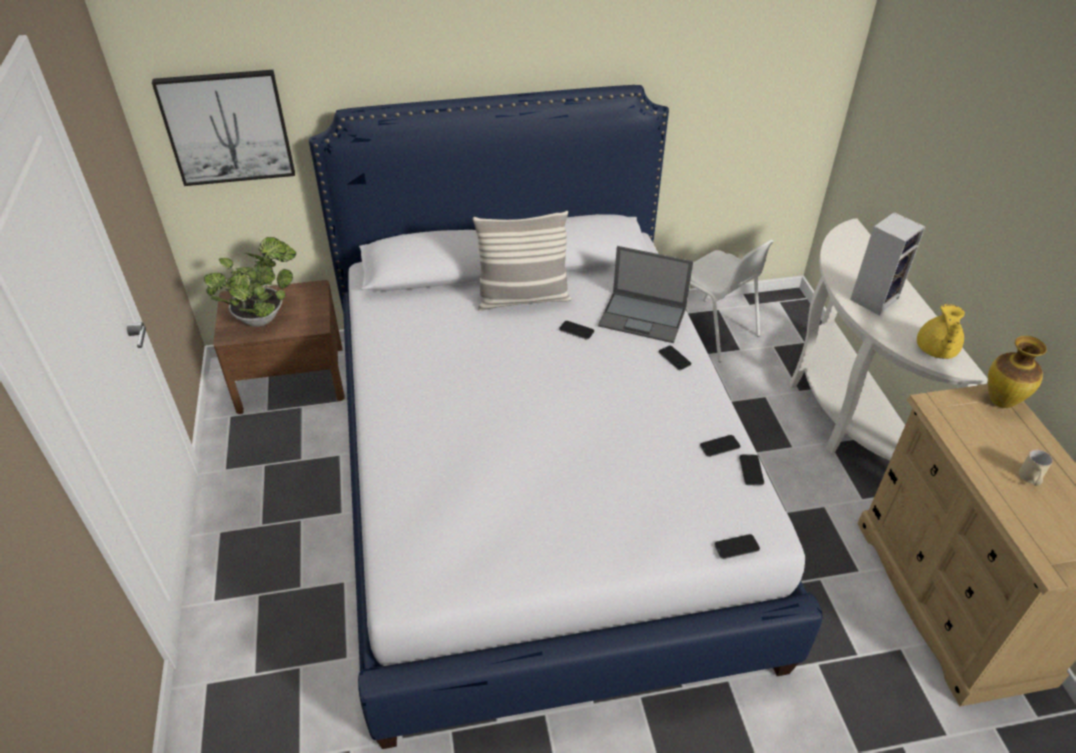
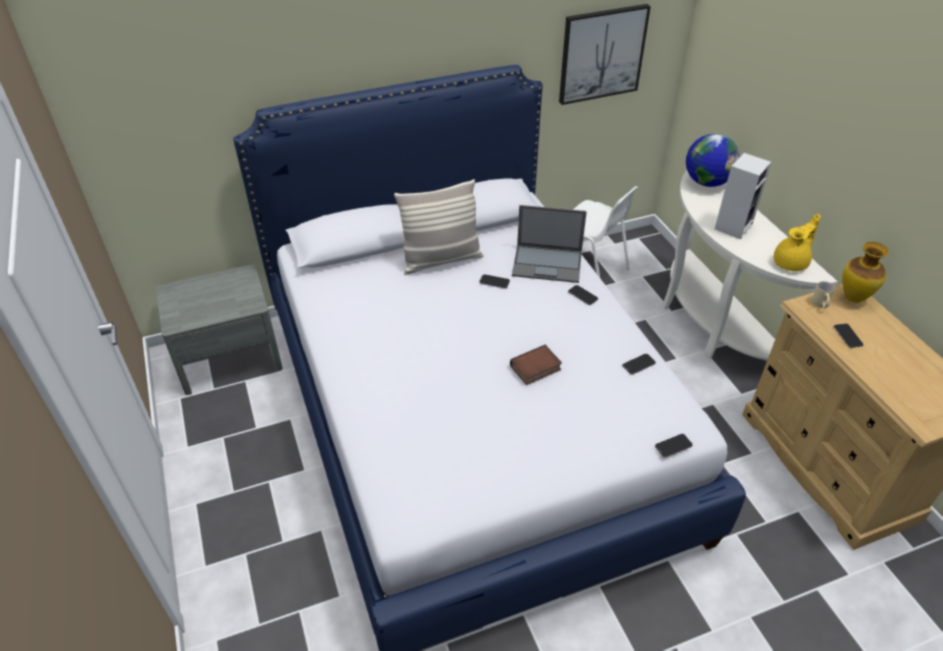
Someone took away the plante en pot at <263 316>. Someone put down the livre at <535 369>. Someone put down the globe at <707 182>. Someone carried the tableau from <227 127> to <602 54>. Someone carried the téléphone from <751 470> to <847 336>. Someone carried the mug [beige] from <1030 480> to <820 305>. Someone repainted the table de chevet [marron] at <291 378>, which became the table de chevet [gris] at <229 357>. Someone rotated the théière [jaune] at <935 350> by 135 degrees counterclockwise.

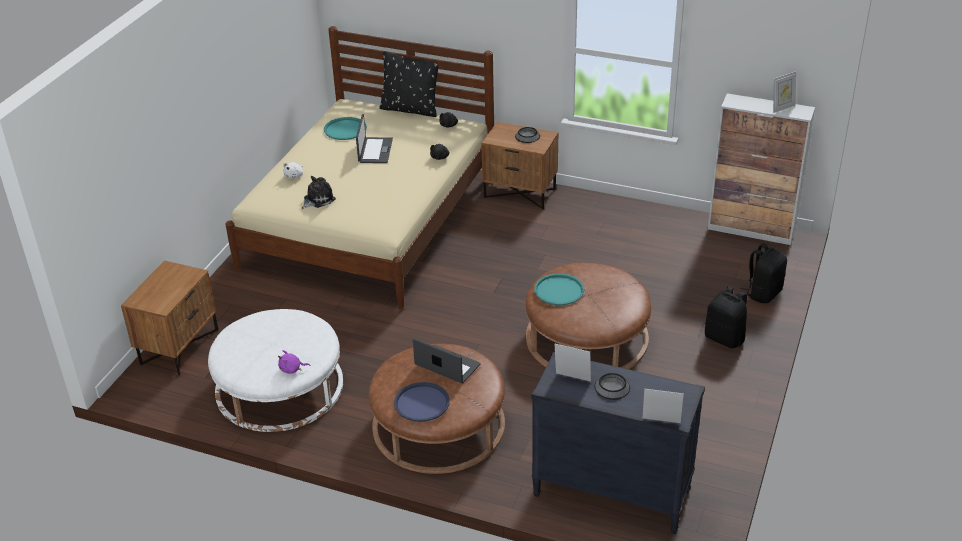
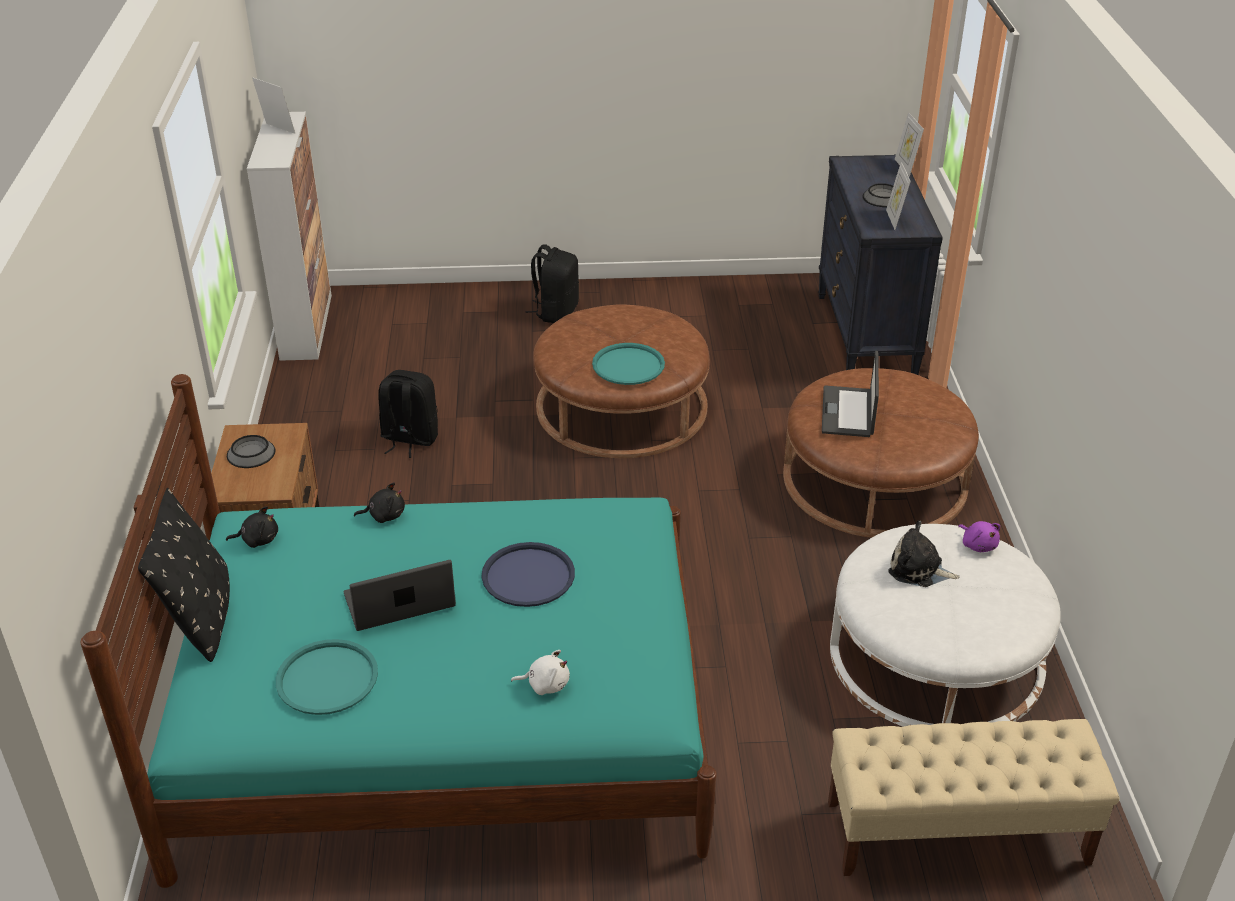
Someone carried the peluche from <317 199> to <919 569>. Someone carried the plateau [bleu] from <422 403> to <528 576>. Someone carried the sac à dos [noir] from <763 293> to <409 439>. Someone swapped the table de chevet [marron] at <179 346> for the banc [beige] at <956 833>. Someone repainted the lit [beige] at <370 221>, which became the lit [turquoise] at <445 720>.

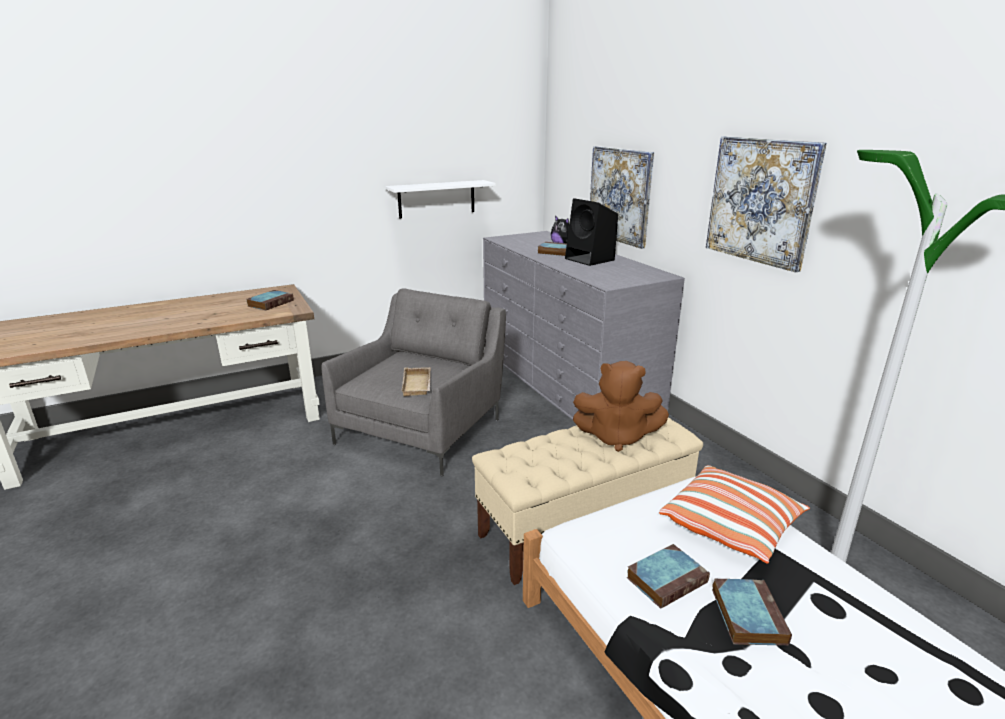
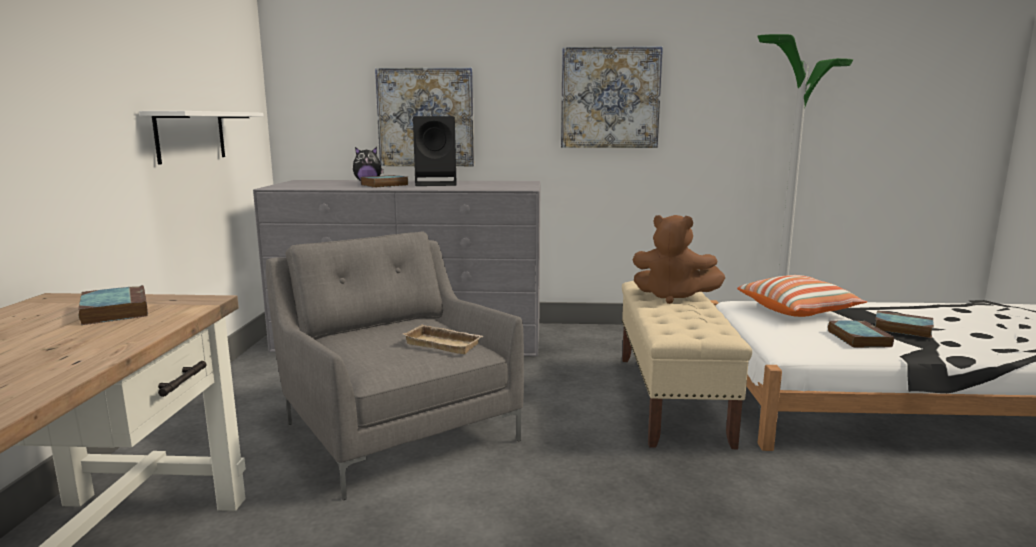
Someone rotated the peluche [marron] at <616 437> by 75 degrees clockwise.

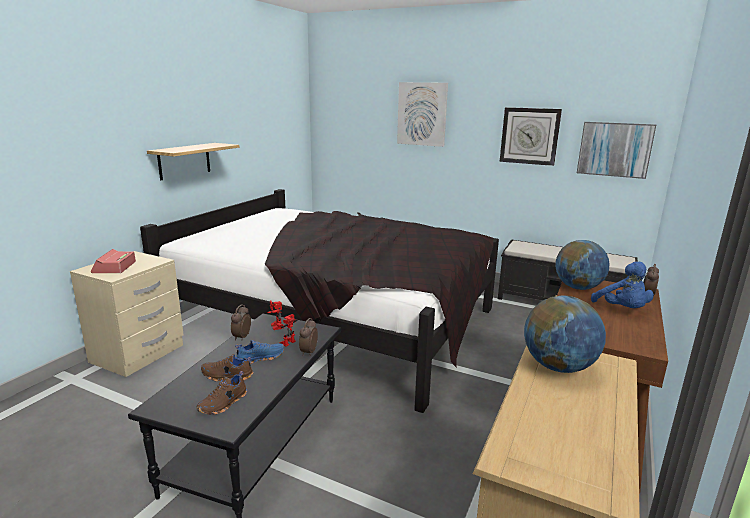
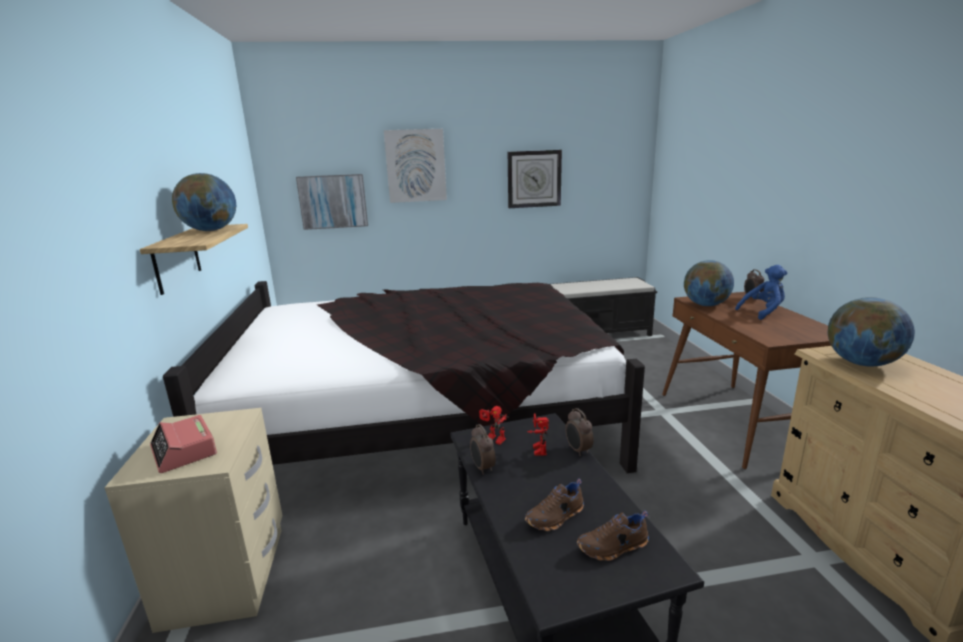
Someone took away the chaussure [bleu] at <260 358>. Someone put down the globe at <210 230>. Someone carried the tableau from <614 149> to <333 201>. Someone rotated the chaussure [marron] at <224 404> by 75 degrees clockwise. Someone rotated the peluche [bleu] at <622 309> by 60 degrees counterclockwise.

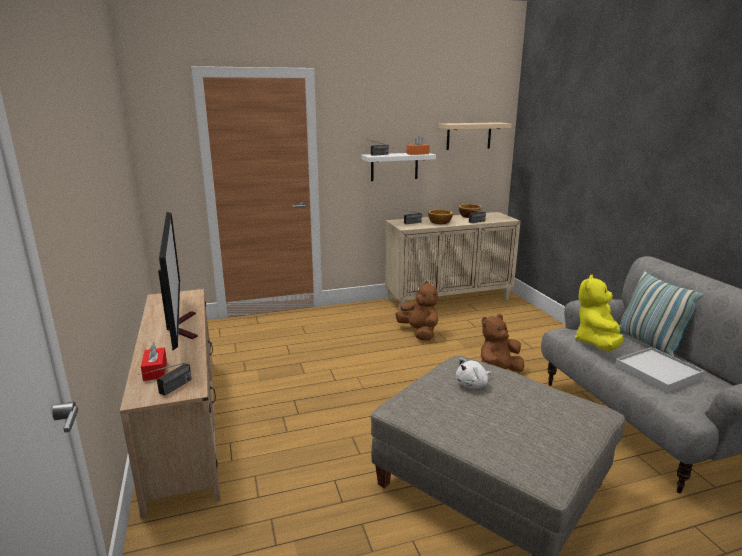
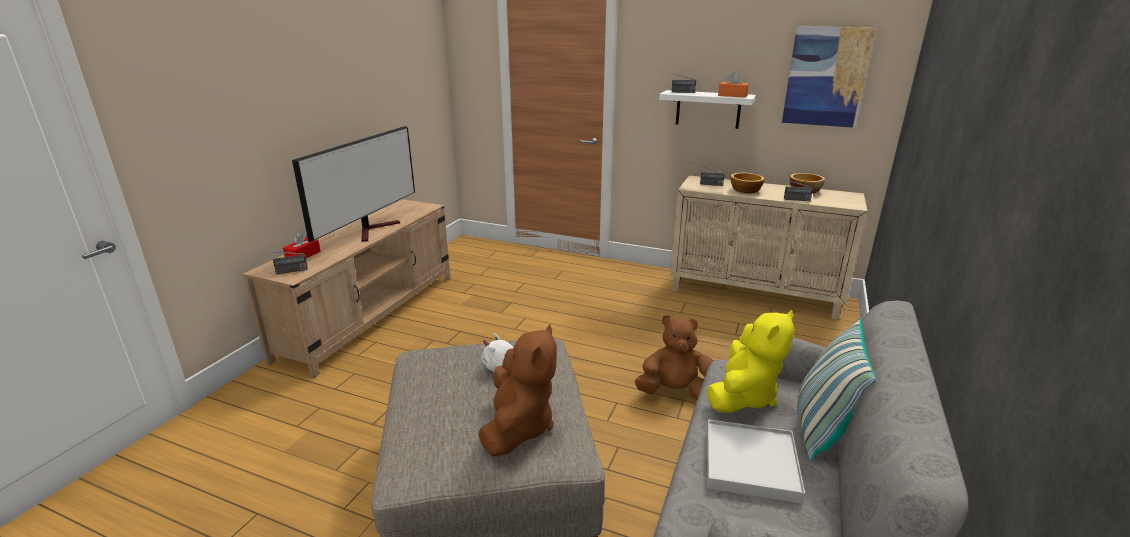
Someone carried the peluche [marron] from <419 332> to <518 427>. Someone swapped the étagère [beige] at <468 136> for the tableau at <826 77>. Someone rotated the peluche [jaune] at <597 343> by 150 degrees clockwise.

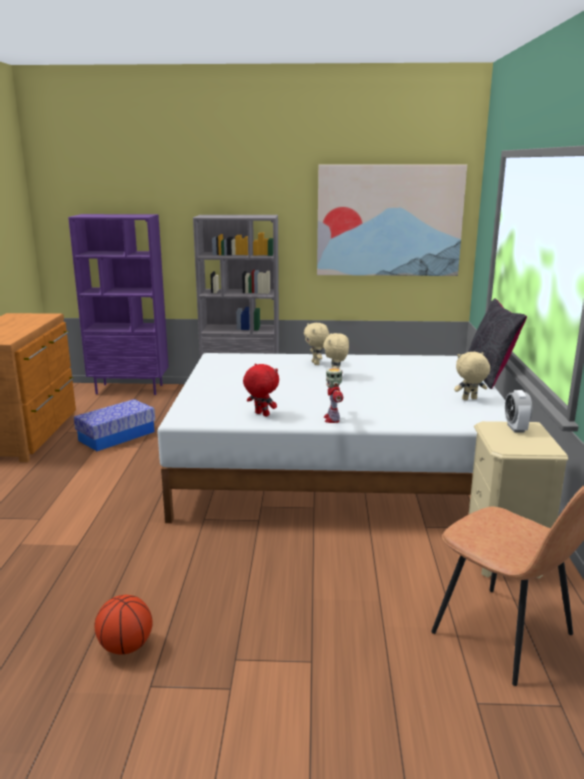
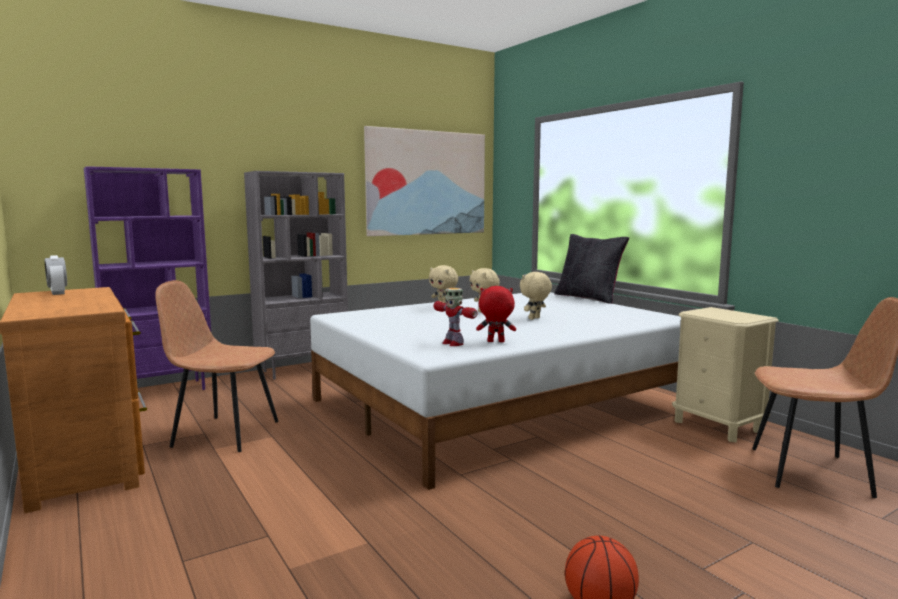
Someone carried the robot jouet from <332 419> to <453 343>. Someone carried the peluche [beige] from <469 399> to <535 318>. Someone carried the réveil from <515 428> to <58 293>. Someone swapped the boîte de rangement at <117 436> for the chaise [marron] at <224 433>.

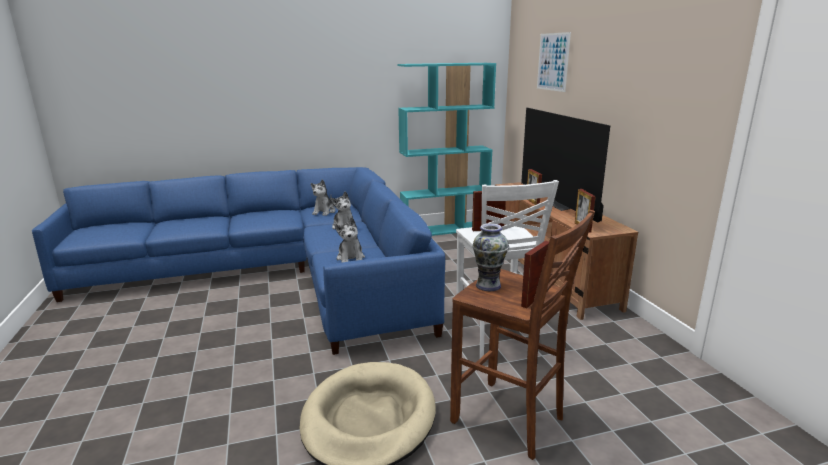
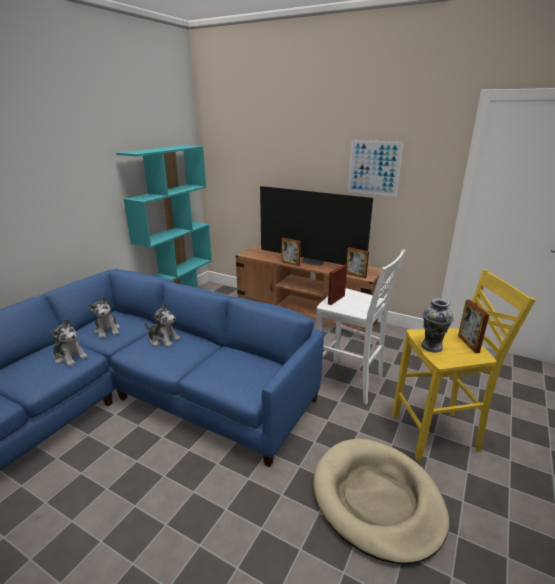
Someone carried the peluche from <351 258> to <70 357>. Someone carried the tableau from <553 62> to <374 168>. Someone repainted the tabouret [marron] at <510 420>, which became the tabouret [jaune] at <437 434>.

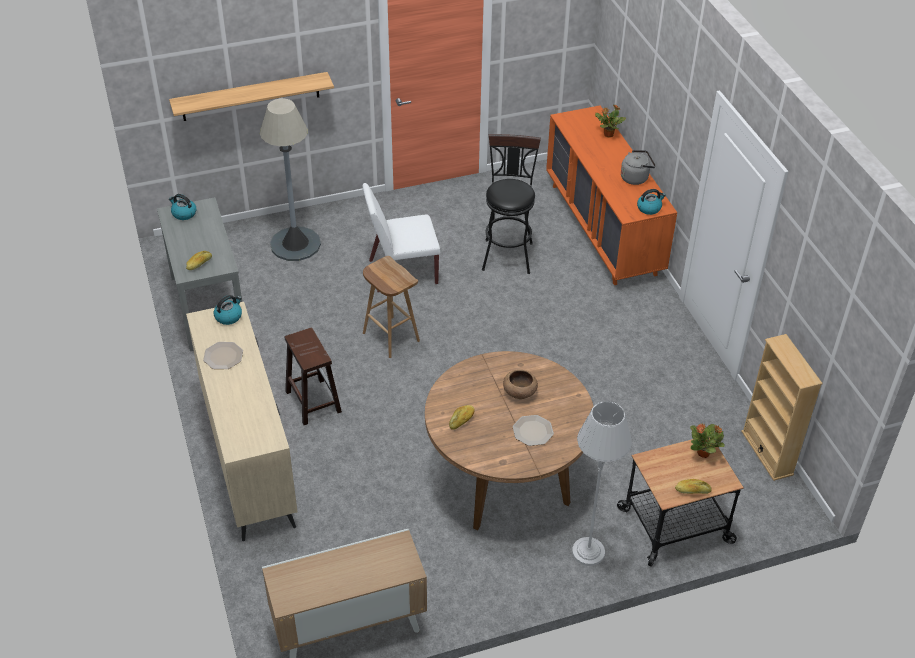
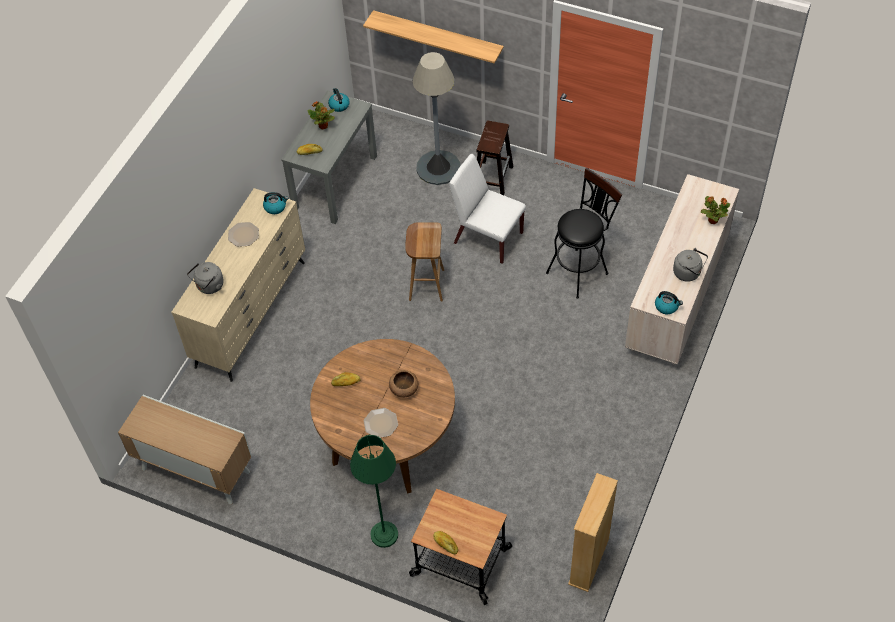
Someone put down the bouilloire [gris] at <209 286>. Someone carried the tabouret [marron] from <312 401> to <493 177>. Someone carried the plante en pot from <704 453> to <323 126>. Someone repainted the commode [orange] at <603 229>, which became the commode [beige] at <677 297>. Someone repainted the lampadaire [gris] at <588 552>, which became the lampadaire [vert] at <384 535>.

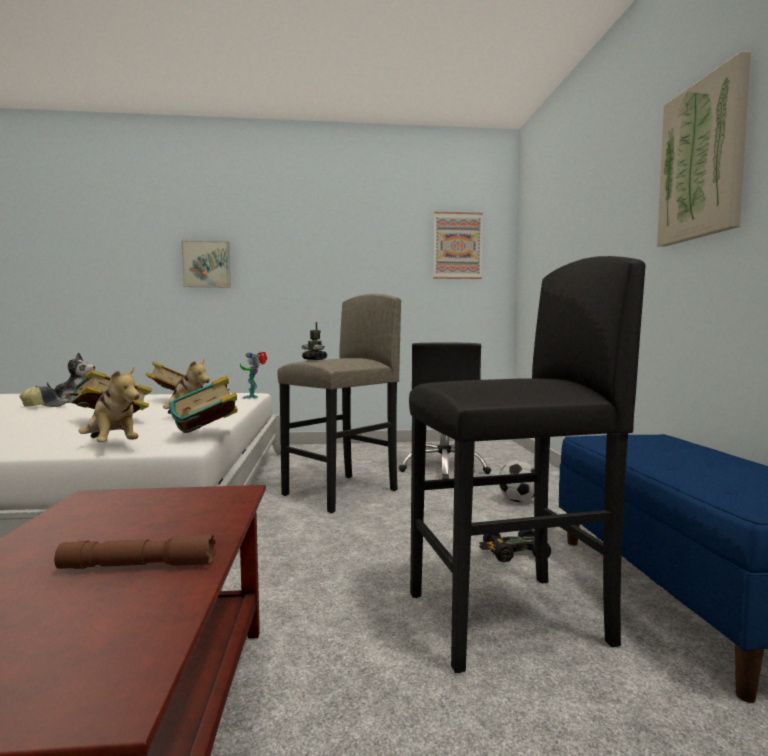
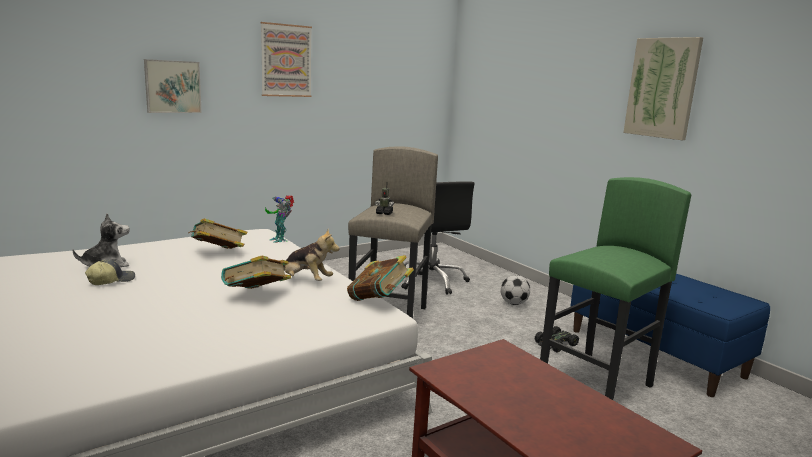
Someone took away the lampe de poche [marron] at <138 566>. Someone took away the peluche at <111 446>. Someone carried the tableau from <457 246> to <286 60>. Someone repainted the tabouret [noir] at <508 619>, which became the tabouret [vert] at <596 386>.

